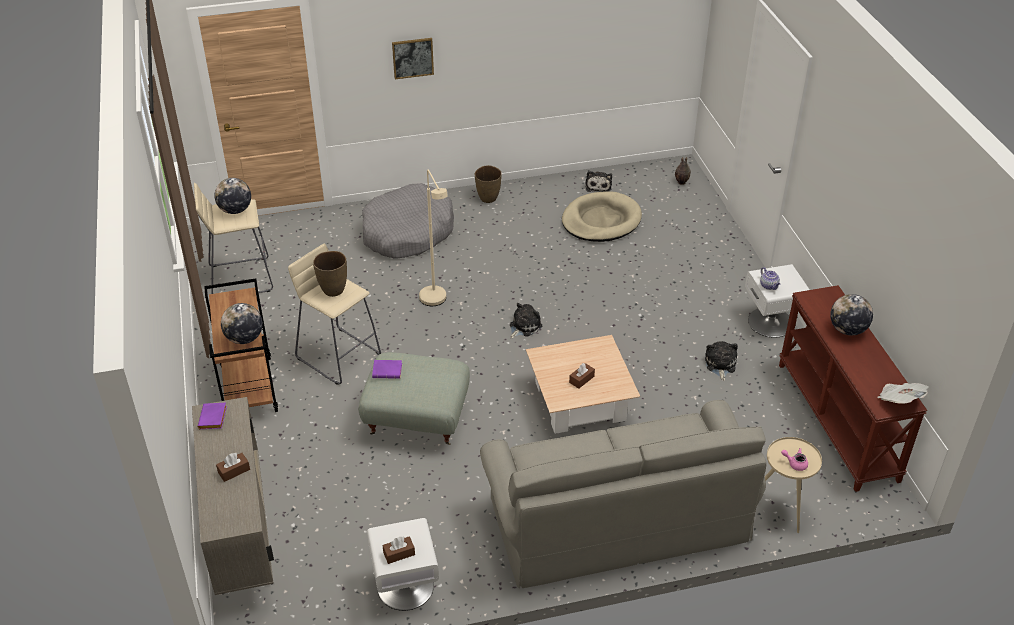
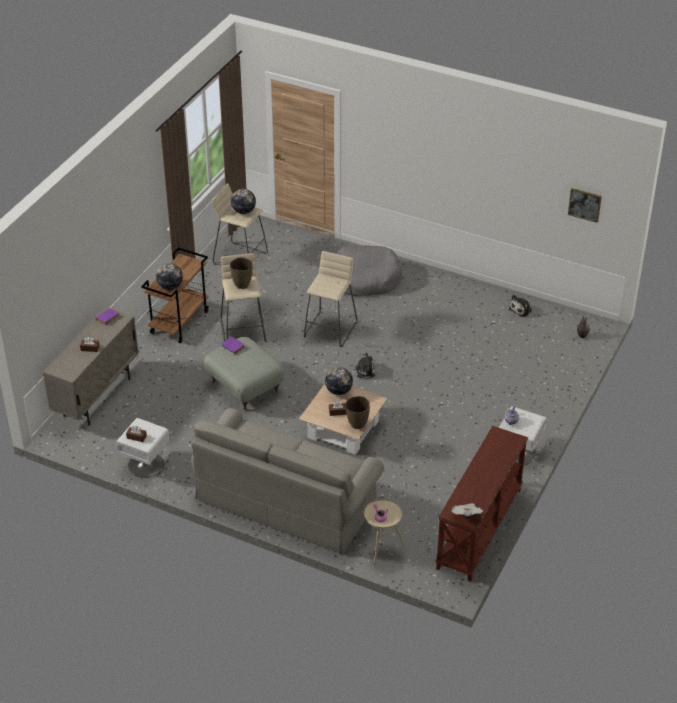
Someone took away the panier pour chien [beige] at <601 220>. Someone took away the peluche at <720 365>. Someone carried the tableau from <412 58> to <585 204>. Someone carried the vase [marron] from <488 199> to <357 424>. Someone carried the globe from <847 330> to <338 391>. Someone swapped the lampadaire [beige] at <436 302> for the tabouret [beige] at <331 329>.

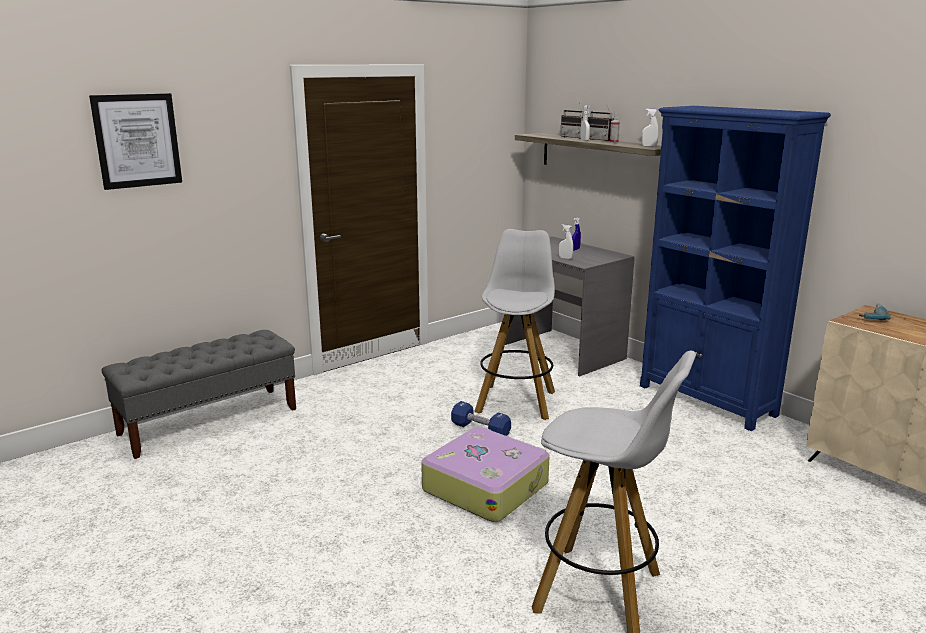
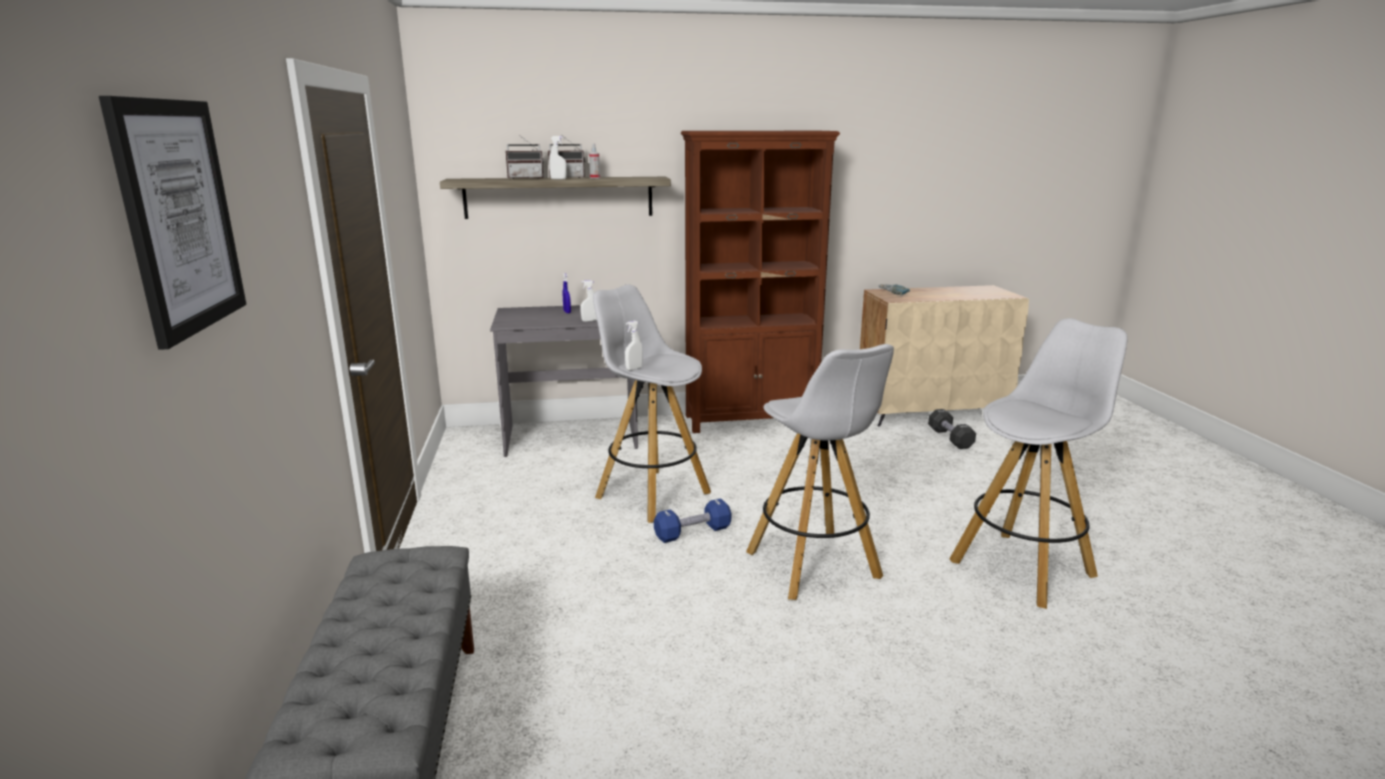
Someone put down the haltère [noir] at <950 438>. Someone carried the vaporisateur [blanc] from <649 146> to <634 368>. Someone swapped the valise at <485 486> for the tabouret [blanc] at <814 566>. Someone repainted the bibliothèque [bleu] at <707 401>, which became the bibliothèque [marron] at <751 420>.

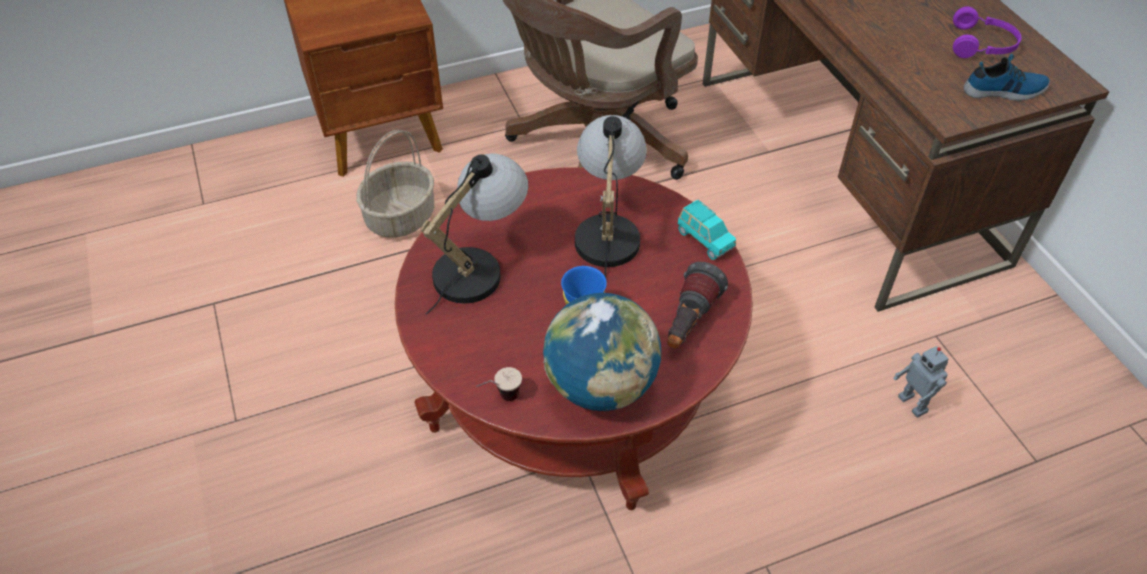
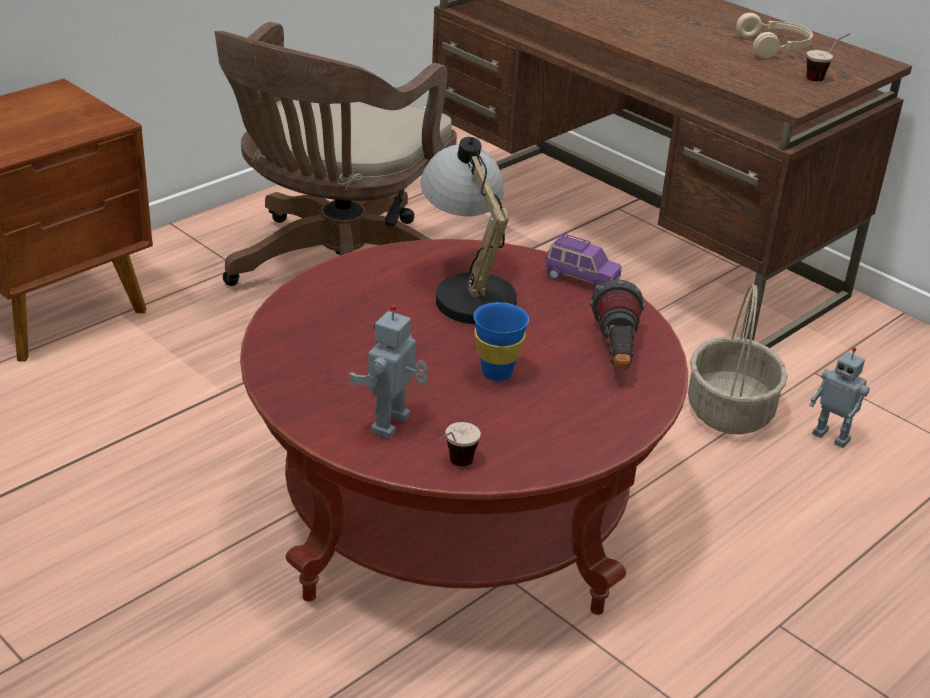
Someone took away the lampe de table at <479 265>. Someone took away the globe at <600 386>. Someone put down the robot jouet at <393 425>. Someone carried the panier from <400 216> to <729 410>. Someone swapped the chaussure at <1005 91> for the tasse at <823 77>. Someone repainted the petite voiture [turquoise] at <704 240>, which became the petite voiture [violet] at <580 280>. Someone repainted the casque audio [violet] at <982 45>, which became the casque audio [beige] at <775 47>.

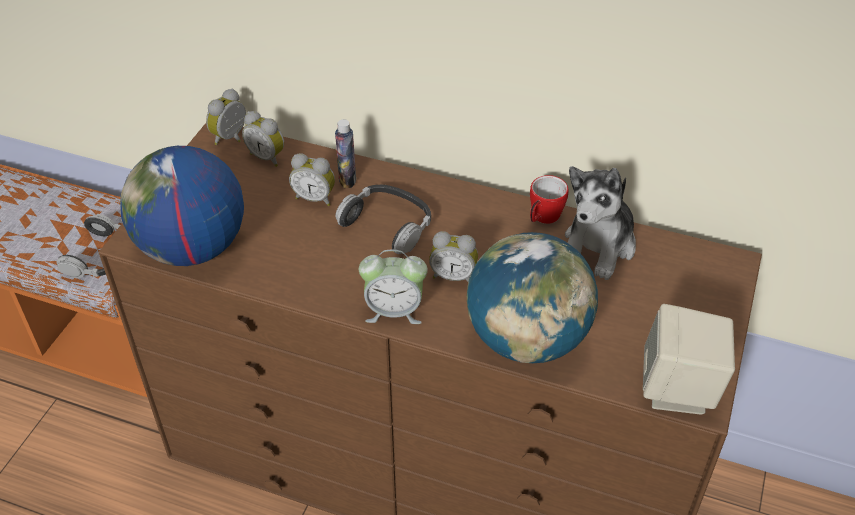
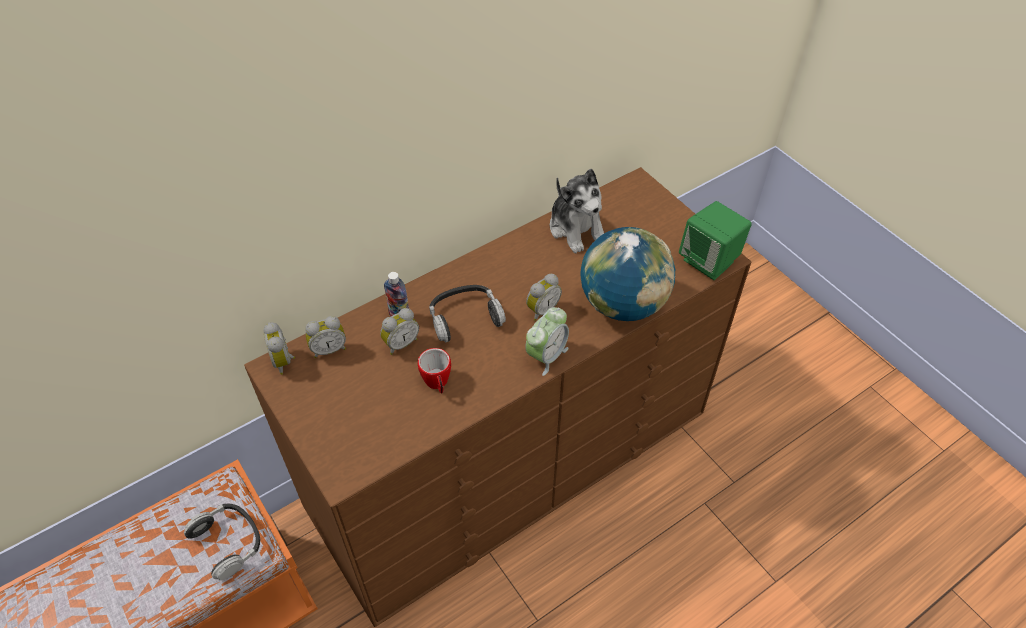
Someone took away the globe at <192 248>. Someone carried the mug from <542 218> to <437 384>. Someone repainted the enceinte [beige] at <679 389>, which became the enceinte [vert] at <709 261>.

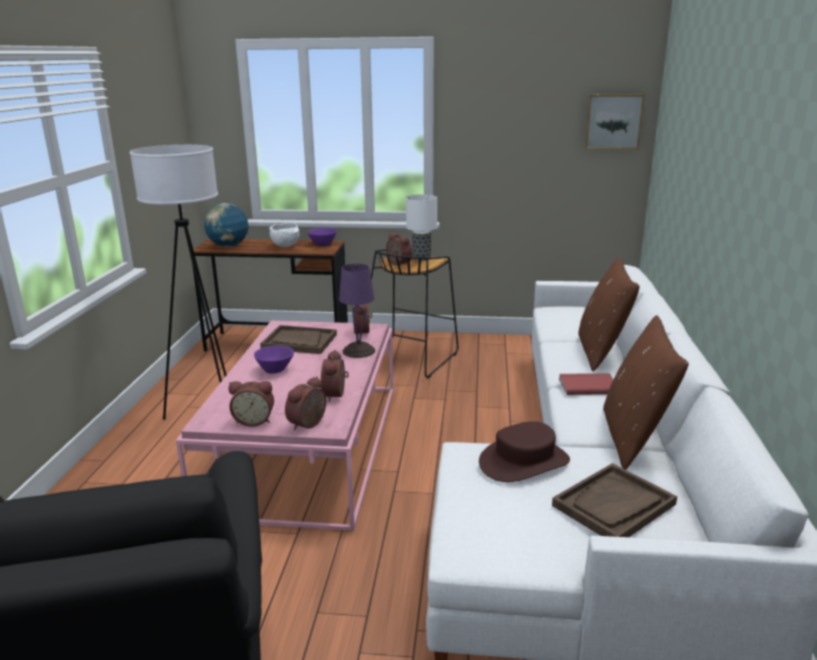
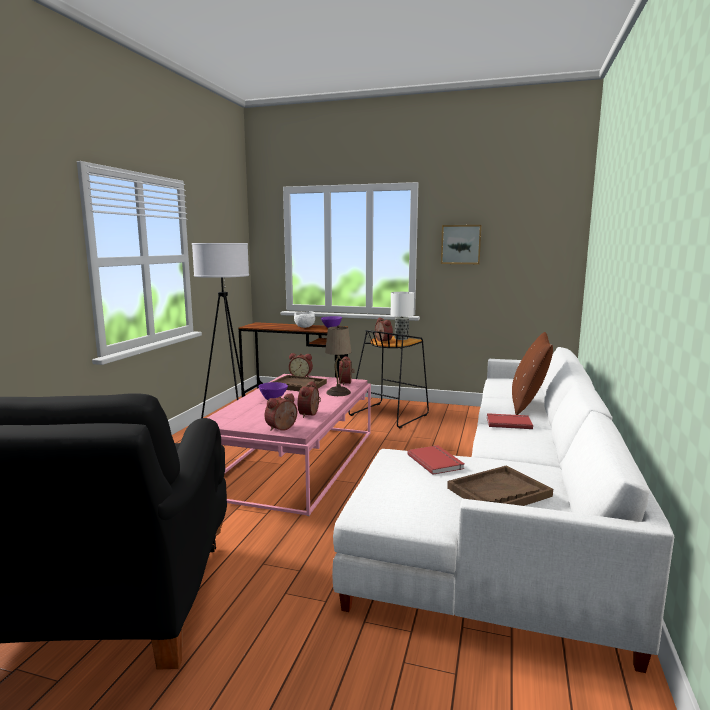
Someone took away the globe at <228 246>. Someone took away the coussin [marron] at <633 438>. Someone carried the réveil from <254 420> to <301 377>. Someone carried the tableau from <613 121> to <461 244>. Someone swapped the chapeau [marron] at <524 461> for the livre [rouge] at <436 461>. Someone repainted the lampe de table [violet] at <358 351>, which became the lampe de table [beige] at <338 392>.

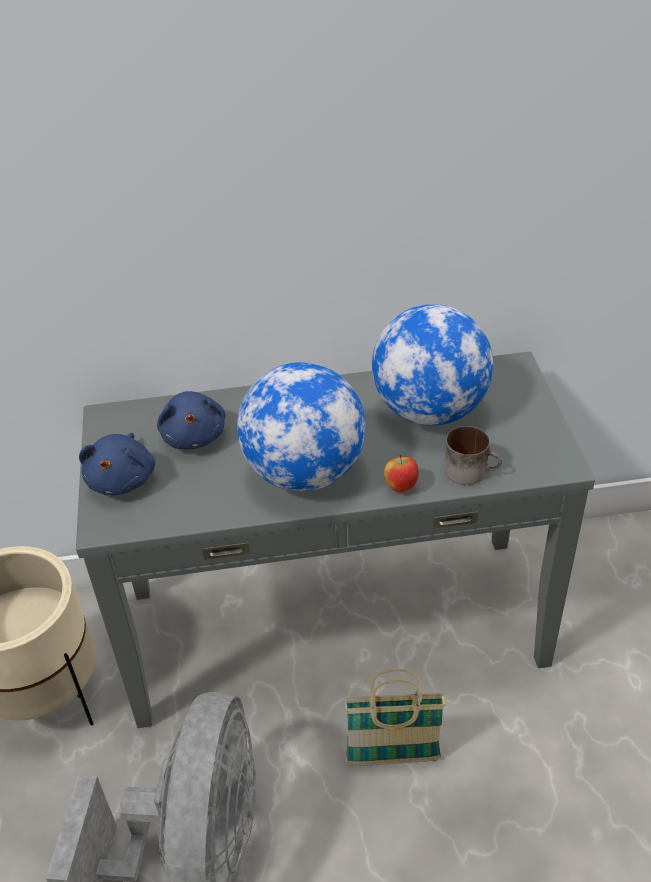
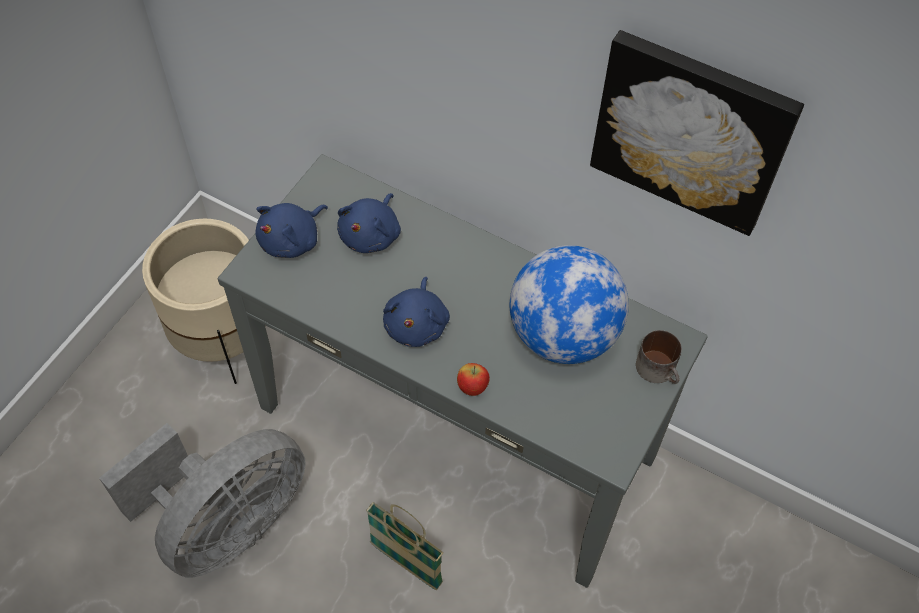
Someone put up the tableau at <691 130>. Someone carried the mug from <471 470> to <659 370>. Someone swapped the globe at <304 472> for the peluche [bleu] at <417 324>.

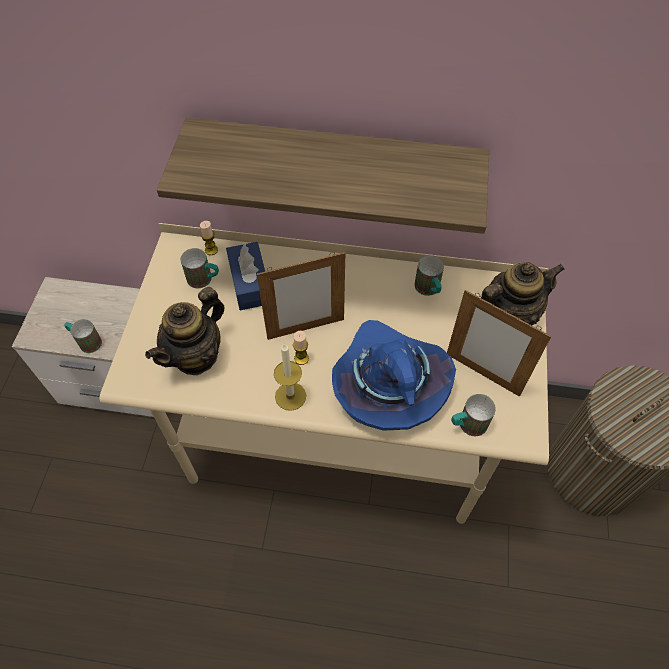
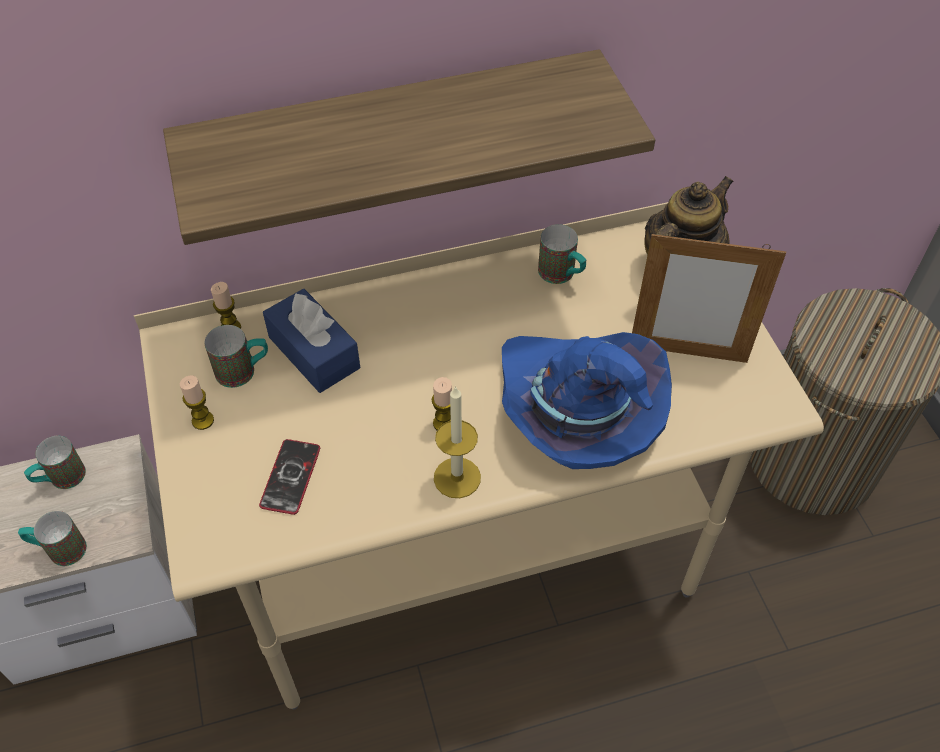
Someone took away the cadre photo at <305 329>. Someone put down the bougie at <203 420>. Someone carried the mug from <467 425> to <61 479>. Someone swapped the théière at <196 355> for the téléphone at <290 477>.

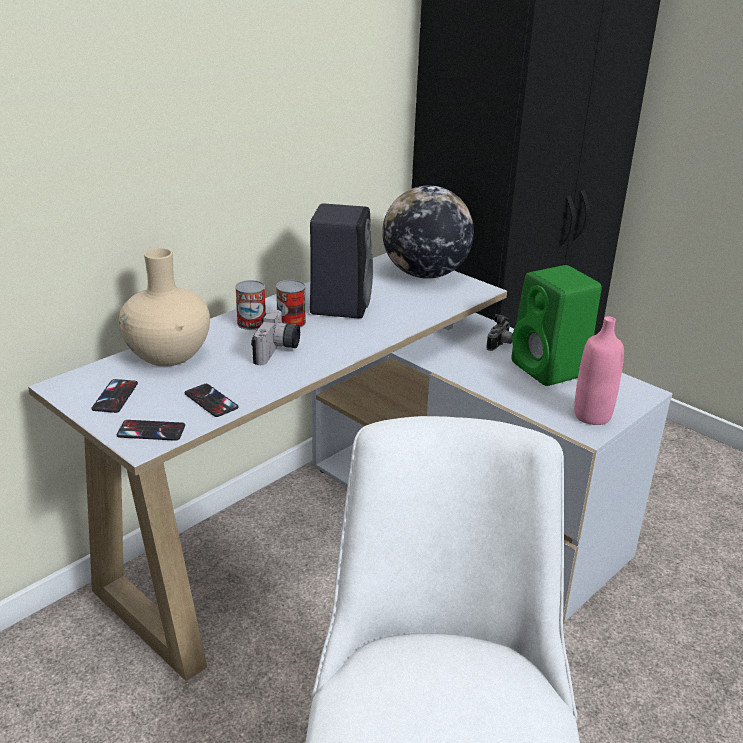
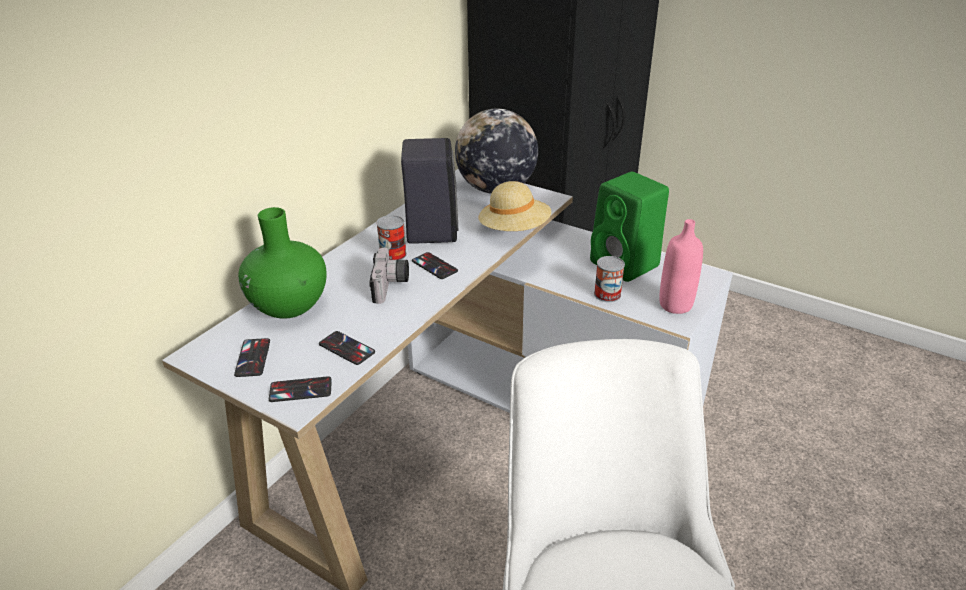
Someone took away the appareil photo at <500 345>. Someone put down the téléphone at <434 266>. Someone put down the chapeau [beige] at <514 230>. Someone carried the boîte métallique from <251 323> to <607 294>. Someone repainted the vase [beige] at <168 355>, which became the vase [vert] at <288 305>.

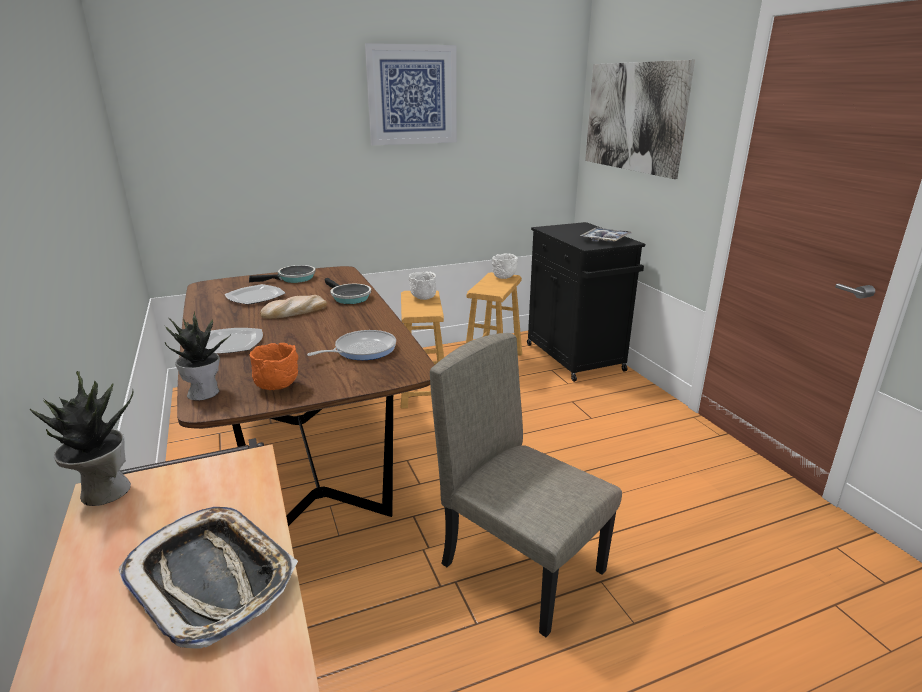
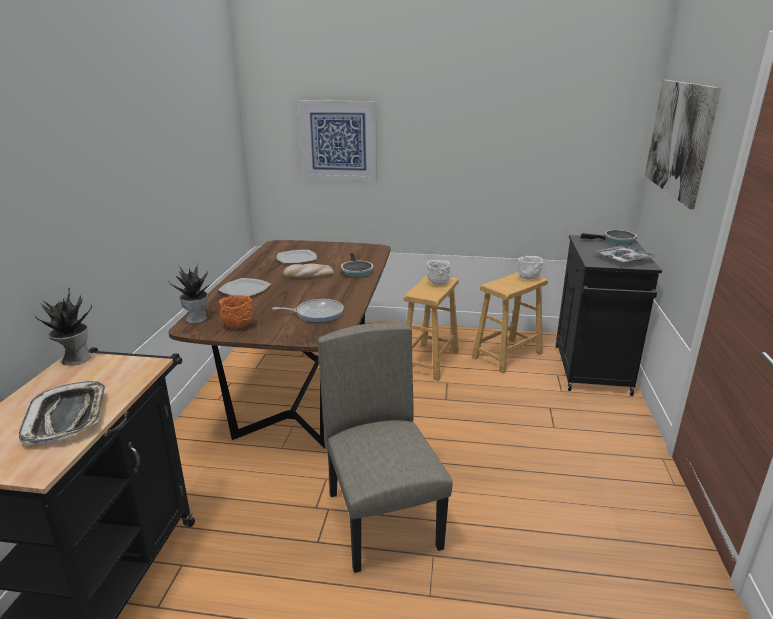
Someone carried the poêle from <293 278> to <616 241>. Someone carried the tableau from <412 95> to <338 141>.

